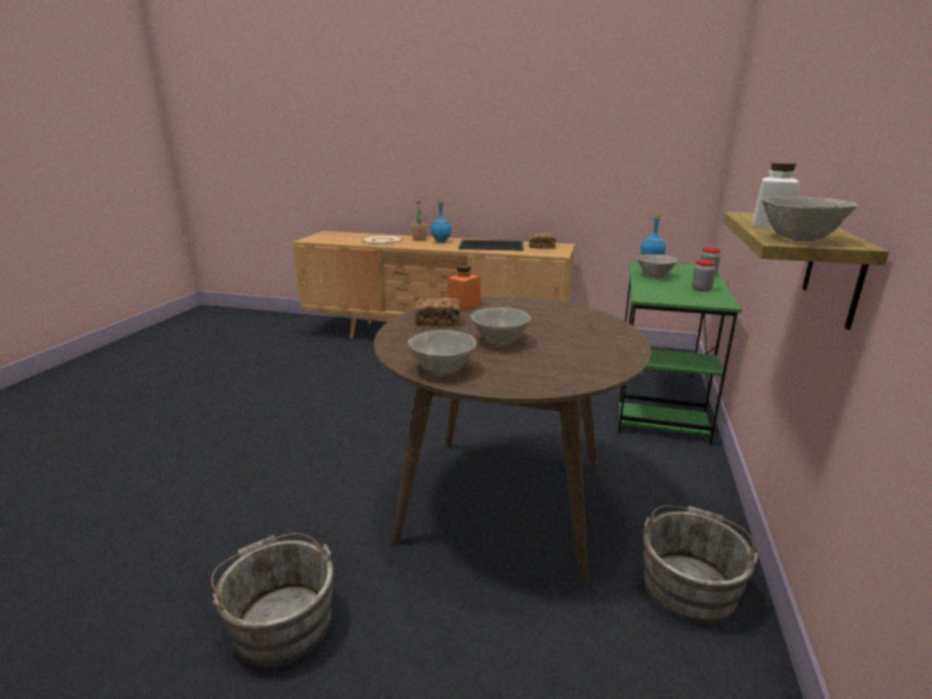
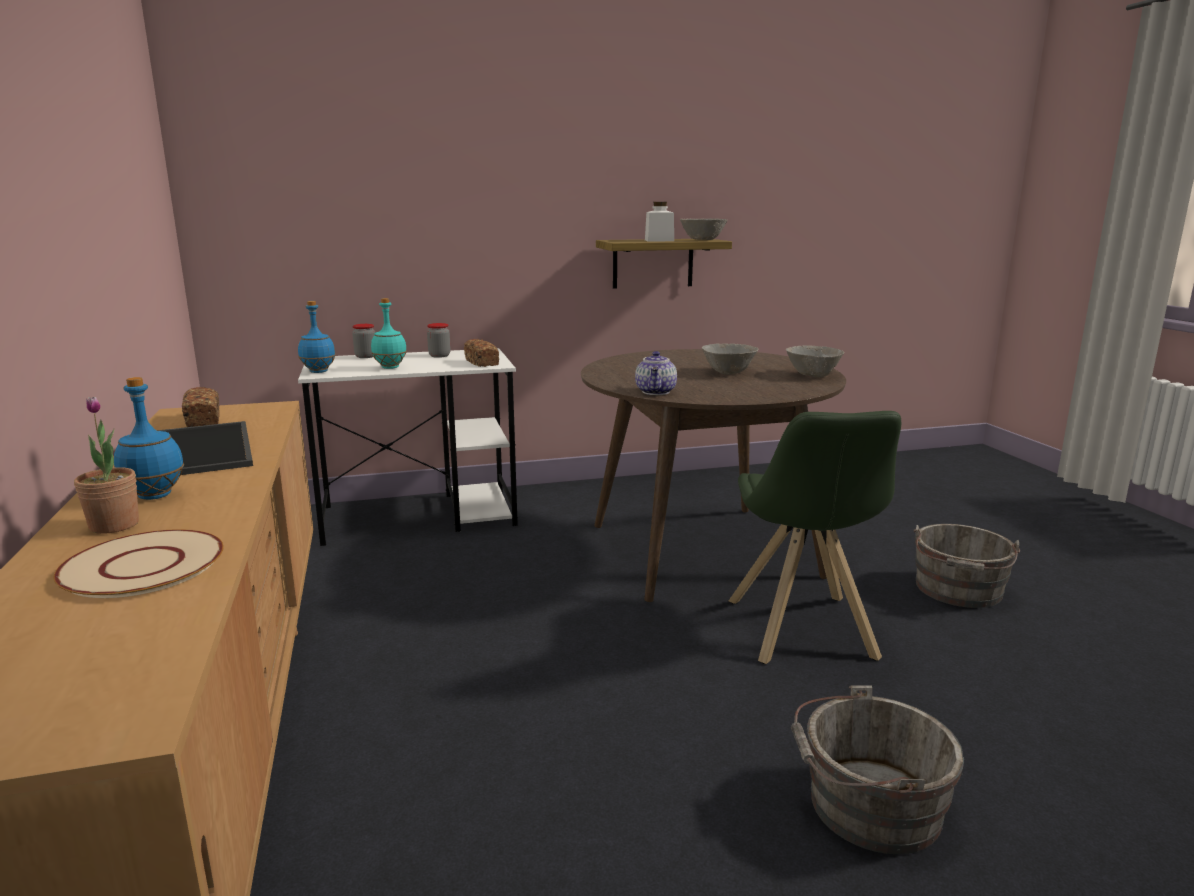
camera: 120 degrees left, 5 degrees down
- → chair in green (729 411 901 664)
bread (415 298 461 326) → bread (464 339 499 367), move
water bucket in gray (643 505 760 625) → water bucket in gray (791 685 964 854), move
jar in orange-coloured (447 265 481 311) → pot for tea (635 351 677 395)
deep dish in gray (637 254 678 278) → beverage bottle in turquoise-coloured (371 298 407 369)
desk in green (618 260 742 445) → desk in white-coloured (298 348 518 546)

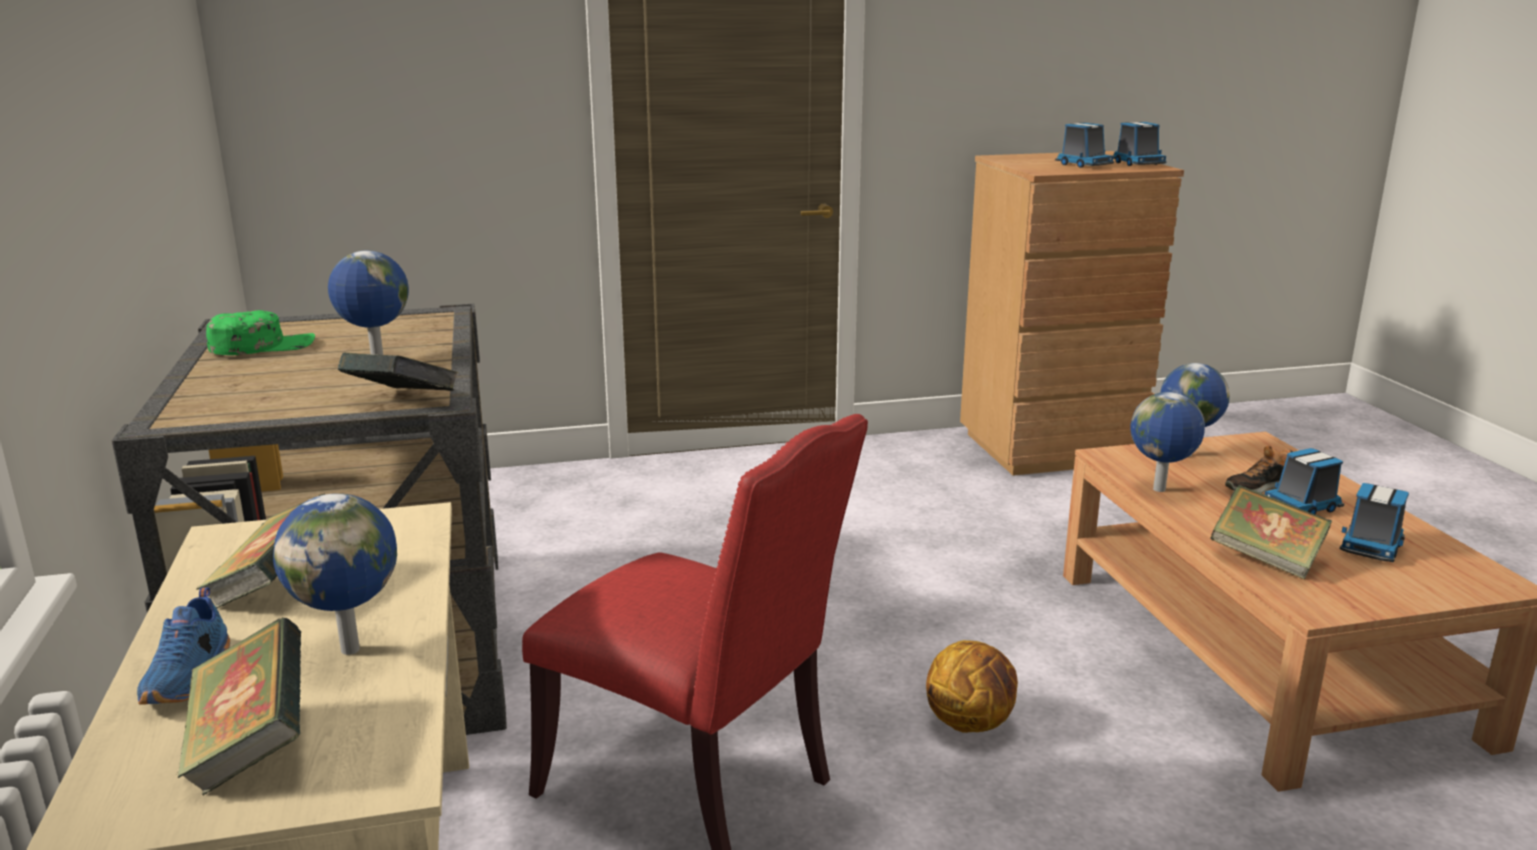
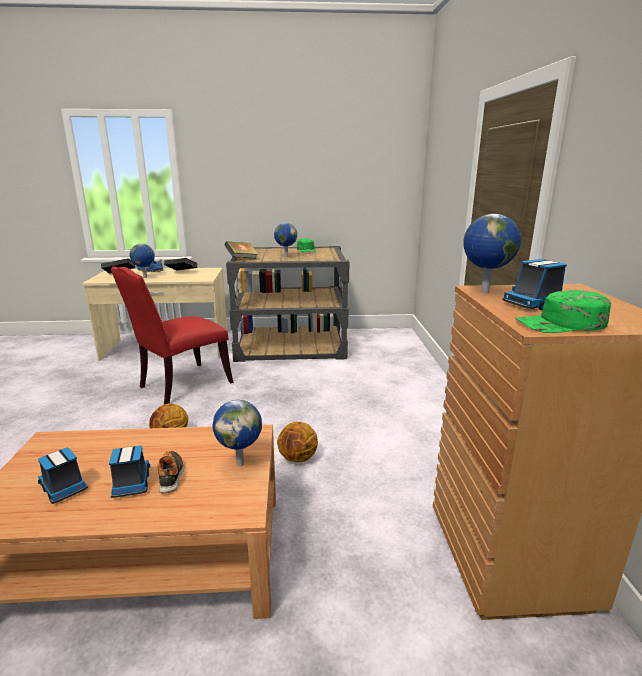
camera: 100 degrees right, 0 degrees up
volume (1210 485 1332 580) → -
- → basketball ball (277 422 318 462)
world globe (1130 392 1205 492) → world globe (463 214 521 293), move
model truck (1113 122 1166 166) → cap in green (515 290 611 333)

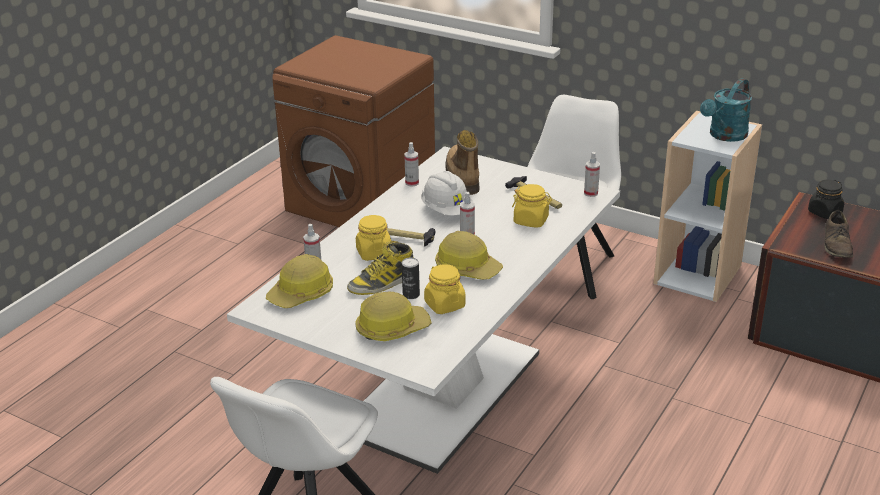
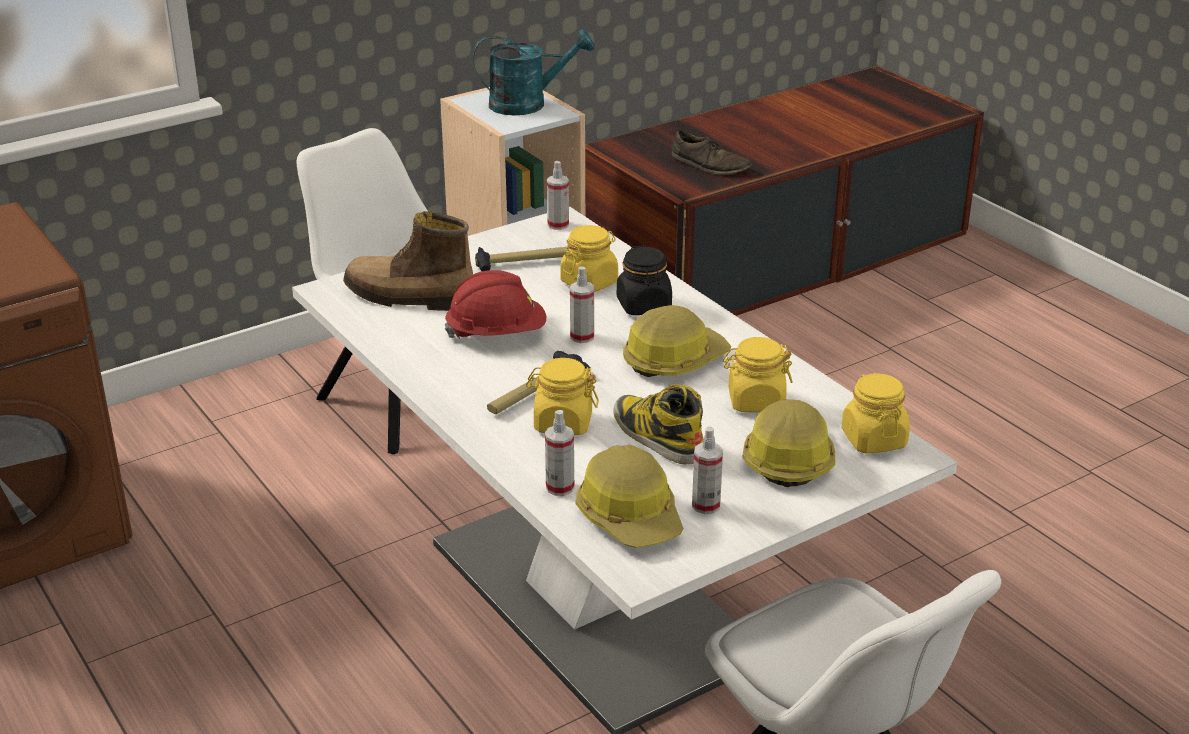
camera: 65 degrees left, 0 degrees up
sealed can (402 257 420 299) → -
- → jar in yellow-coloured (842 373 910 453)
sprayer (404 142 419 186) → sprayer (692 426 723 514), move
jar in black (808 180 844 219) → jar in black (617 245 672 315), move
work helmet in white-coloured (421 171 473 216) → work helmet in reddish (445 270 546 339)
high-top boot (347 241 414 295) → high-top boot (613 384 703 464), 150 degrees clockwise
watering can in turquoise-coloured (700 78 752 142) → watering can in turquoise-coloured (473 29 594 115), 75 degrees counterclockwise

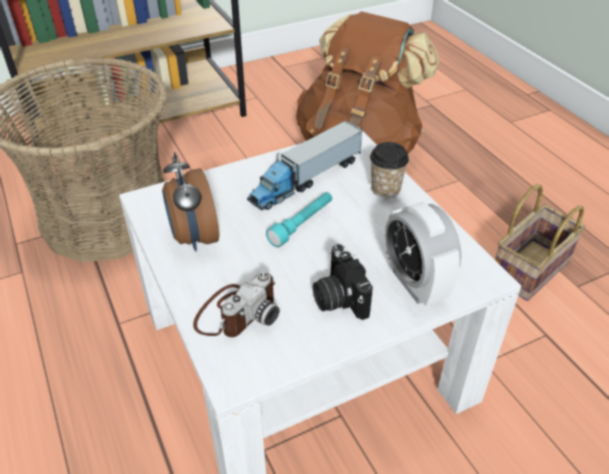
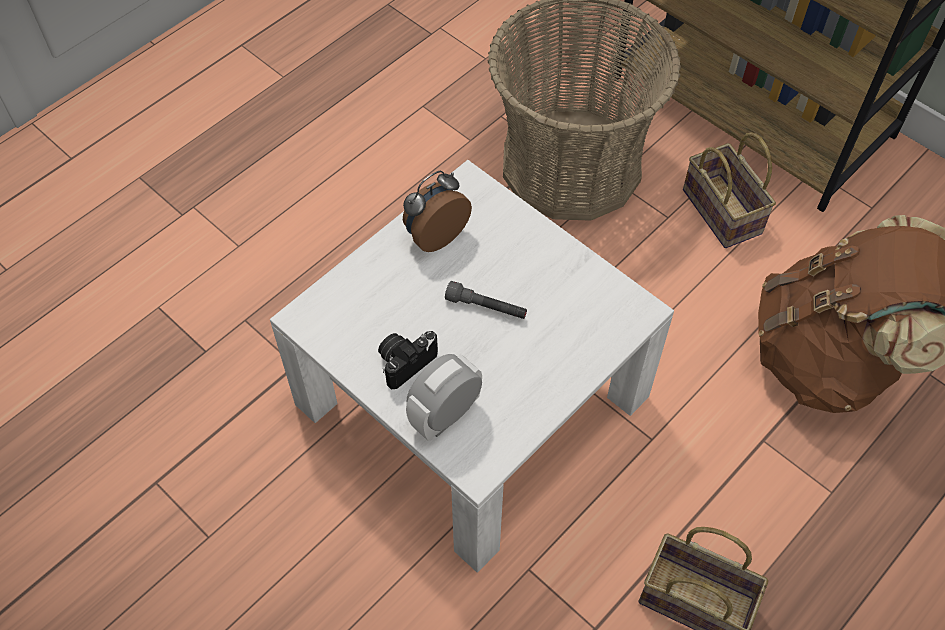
camera: 70 degrees right, 15 degrees up
still camera (193 272 279 337) → -
model truck (247 120 363 211) → -
drinking cup (370 142 409 199) → -
- → household basket (683 133 776 248)
torch in turquoise-coloured (266 192 332 247) → torch in gray (445 281 527 319)

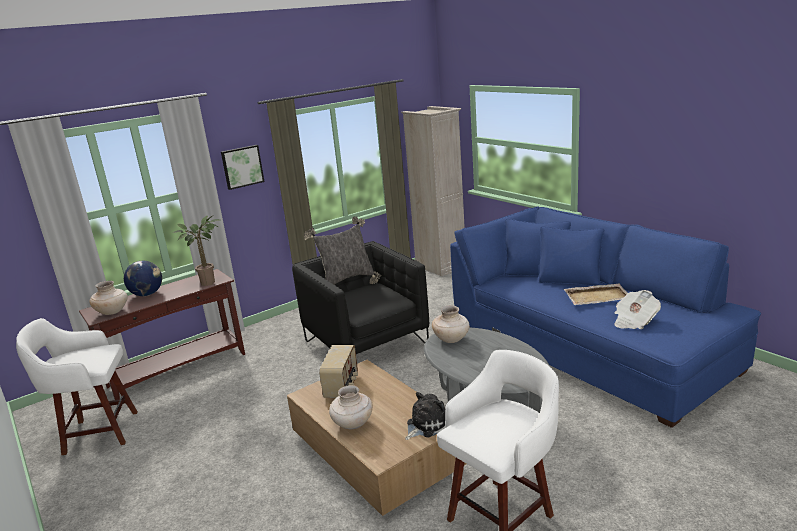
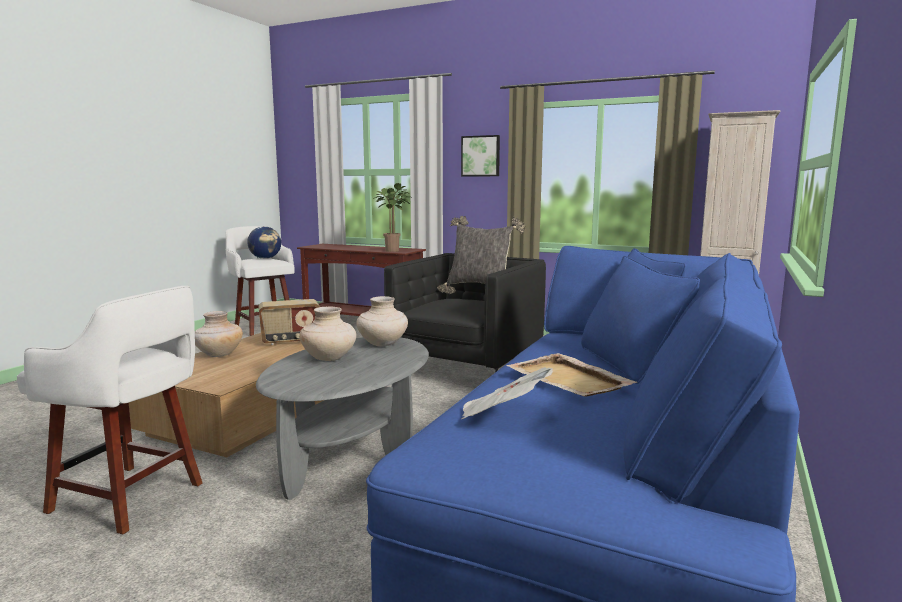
camera: 60 degrees right, 10 degrees down
cuddly toy (405 392 445 440) → -
decorative vase in beige (89 281 127 315) → decorative vase in beige (299 307 356 361), move
world globe (124 261 162 296) → world globe (247 226 281 259), move

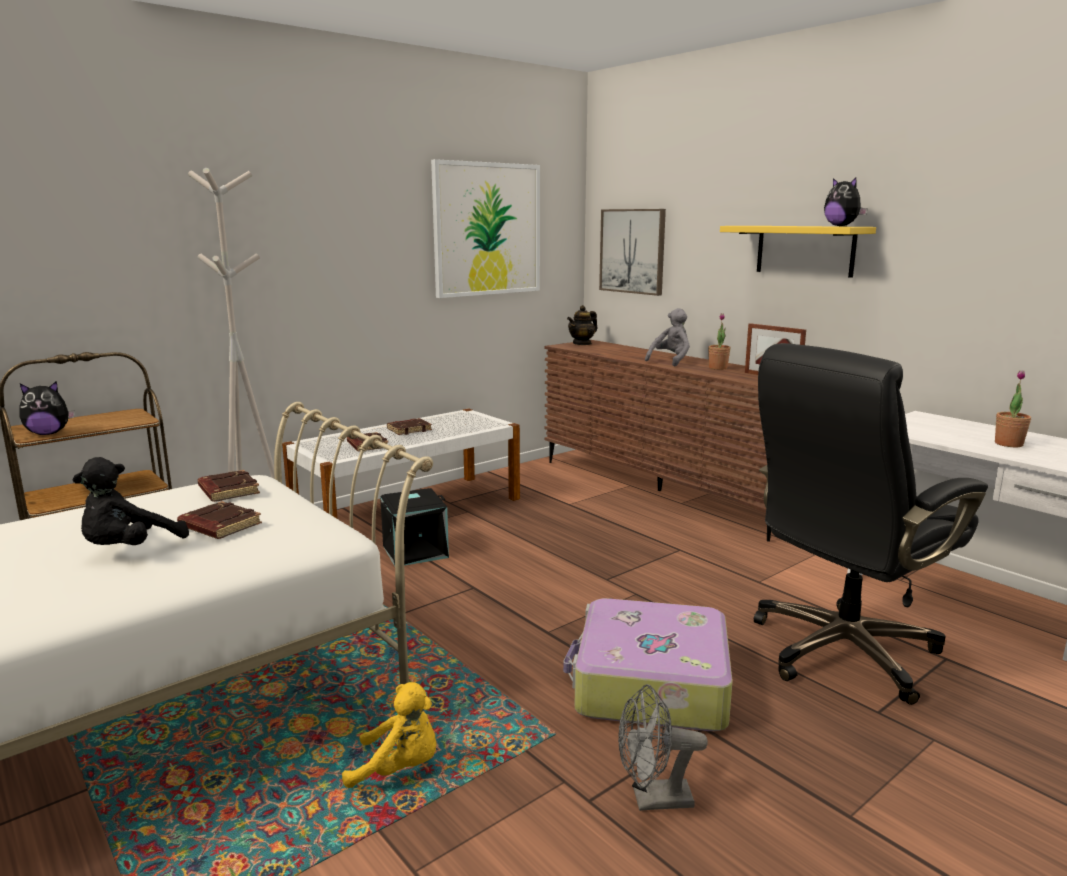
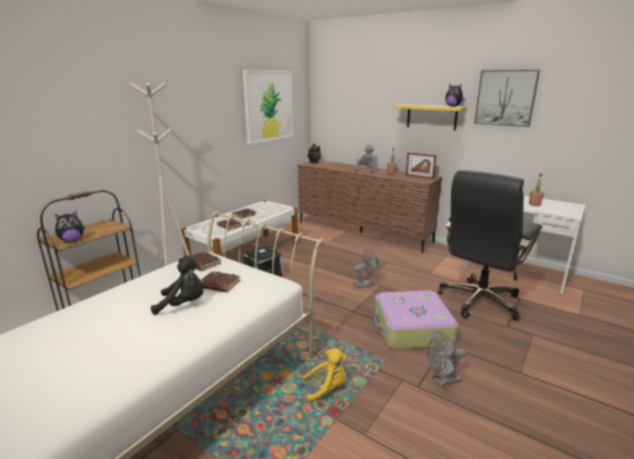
camera: 15 degrees left, 5 degrees up
- → cooling fan in gray (353 250 380 288)
picture (599 209 666 296) → picture (474 70 540 127), move
cuddly toy in black (73 457 189 545) → cuddly toy in black (151 256 203 315), 105 degrees counterclockwise

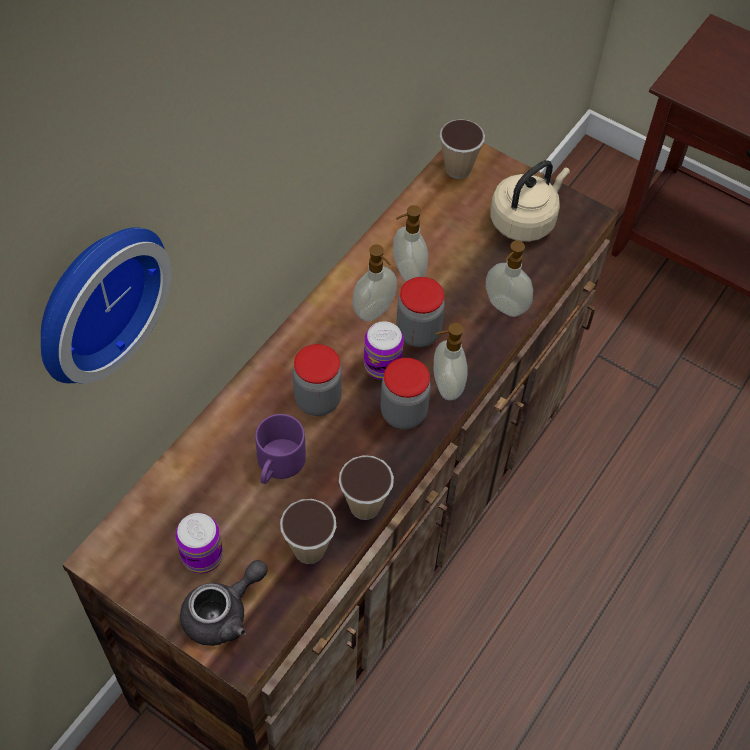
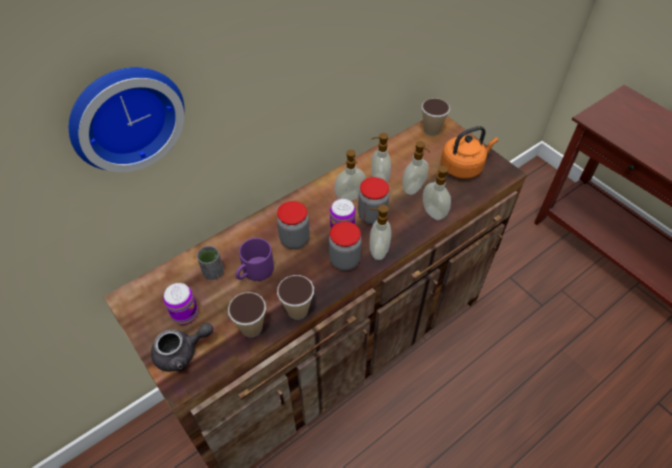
camera: 20 degrees right, 5 degrees down
- → drinking cup in gray (197 246 224 280)
- → soap bottle (402 141 431 195)
kettle in beige (490 160 570 242) → kettle in orange-coloured (441 126 498 179)

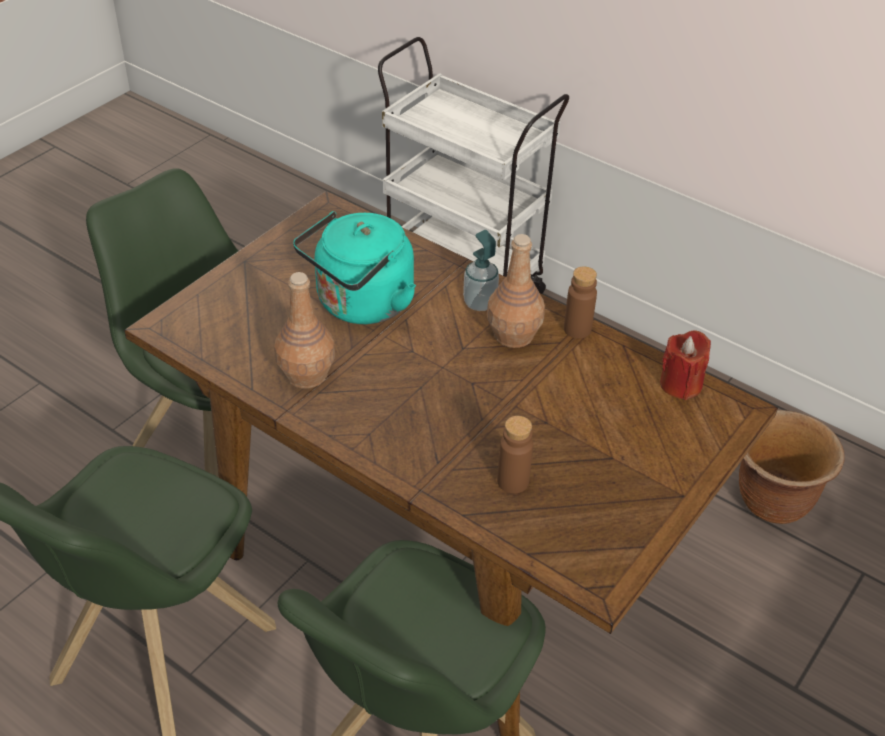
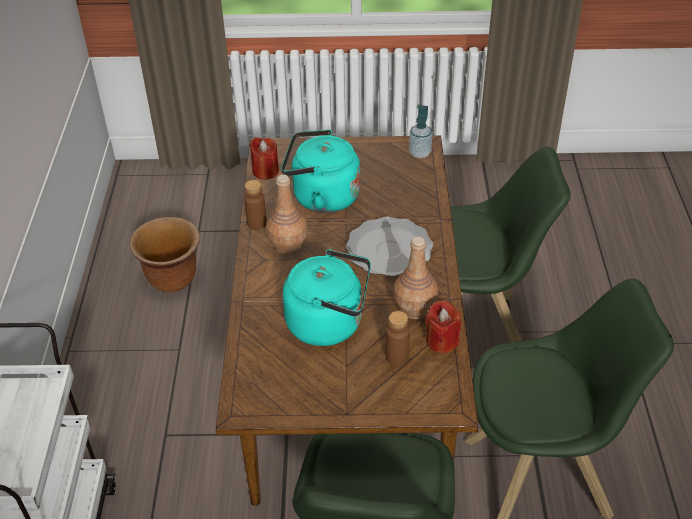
camera: 125 degrees left, 0 degrees up
- → kettle in turquoise-coloured (281 129 360 213)
- → dinner plate (346 217 433 277)
- → wax candle in reddish (425 300 461 353)
soap bottle (463 230 499 311) → soap bottle (409 105 432 158), move
beverage bottle in brown (497 416 533 493) → beverage bottle in brown (386 311 410 366), move

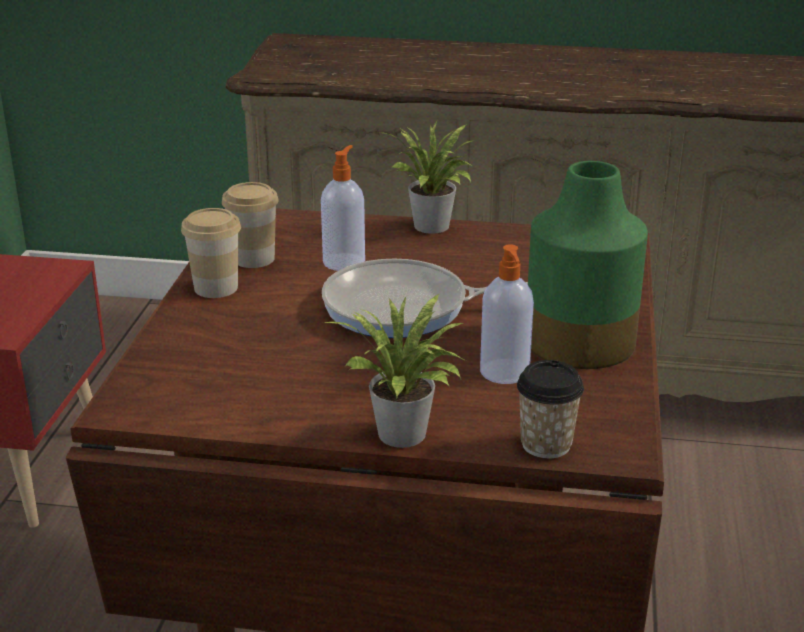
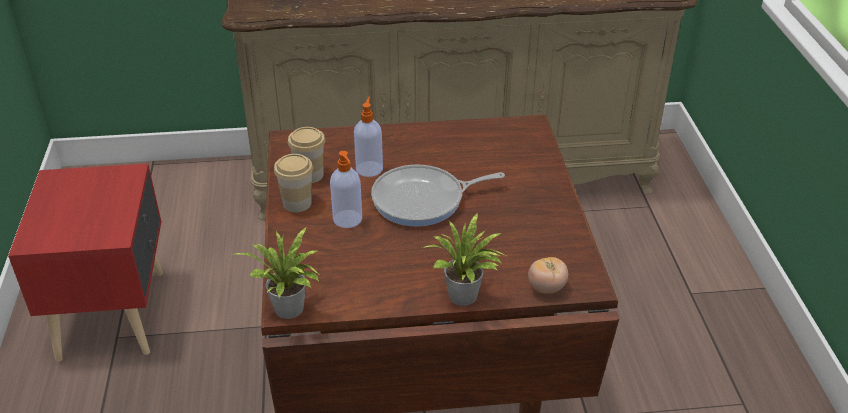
camera: 15 degrees left, 10 degrees up
decorative vase in green (528 161 648 369) → -
plant in a pot (376 121 474 234) → plant in a pot (233 227 319 319), move
soap bottle (480 244 534 384) → soap bottle (330 151 362 228), move
drinking cup (517 360 584 459) → whole tomato (528 257 568 294)

